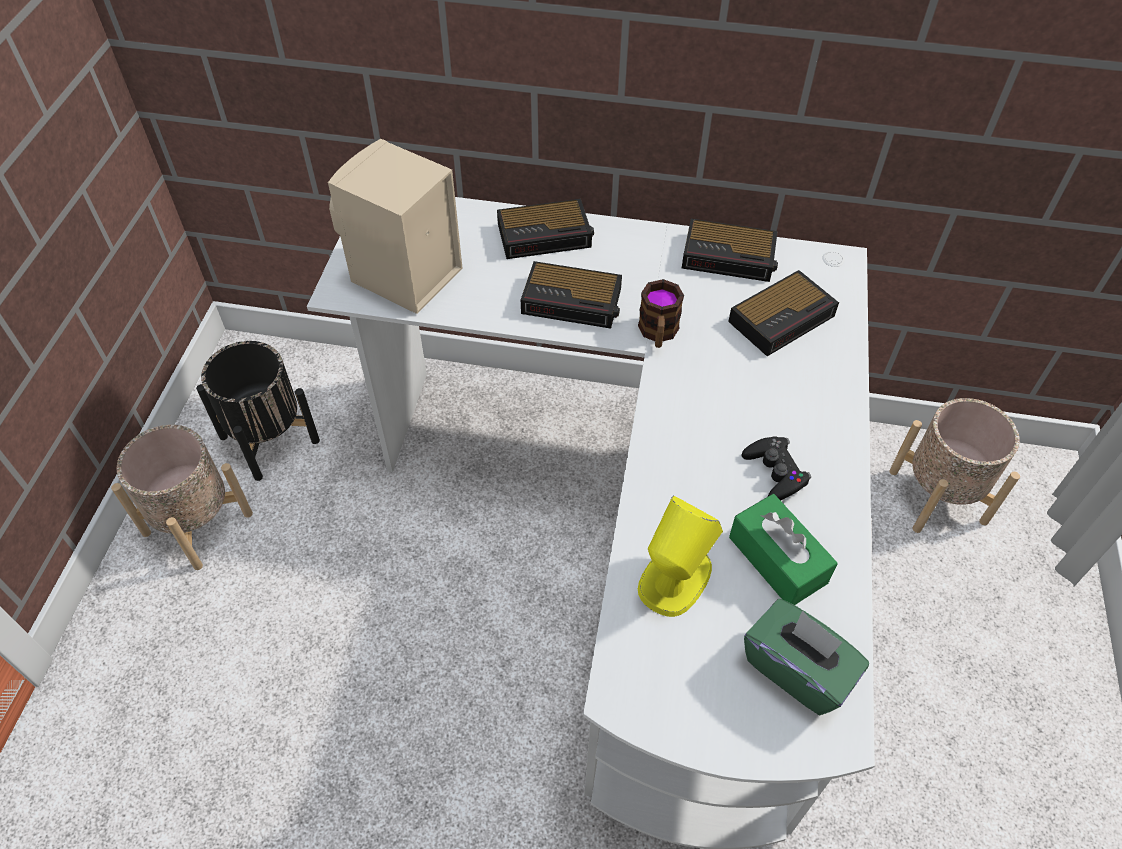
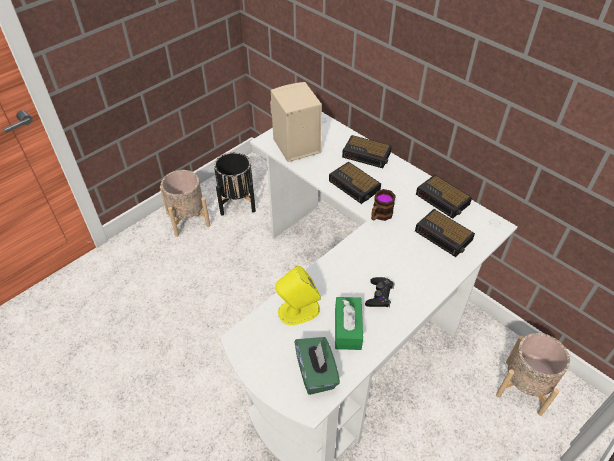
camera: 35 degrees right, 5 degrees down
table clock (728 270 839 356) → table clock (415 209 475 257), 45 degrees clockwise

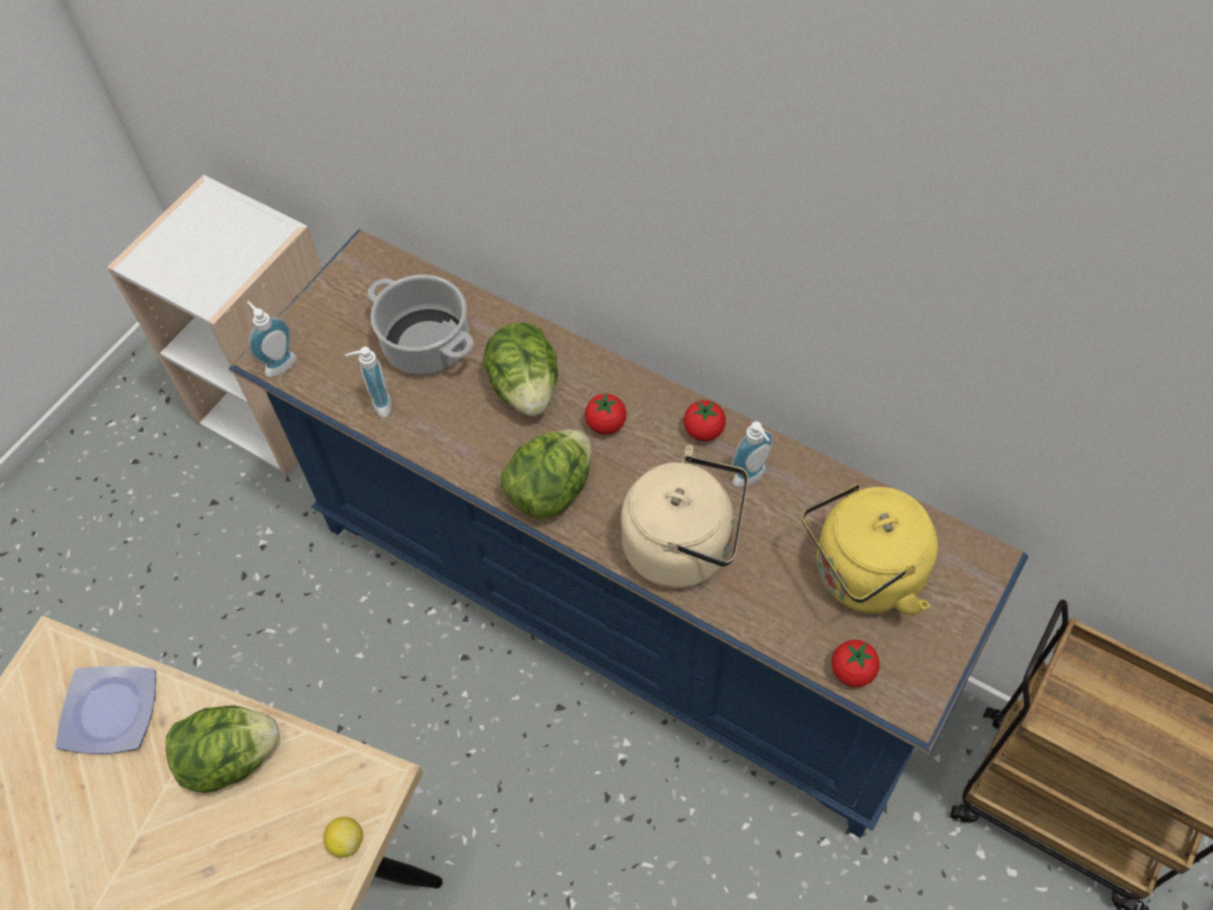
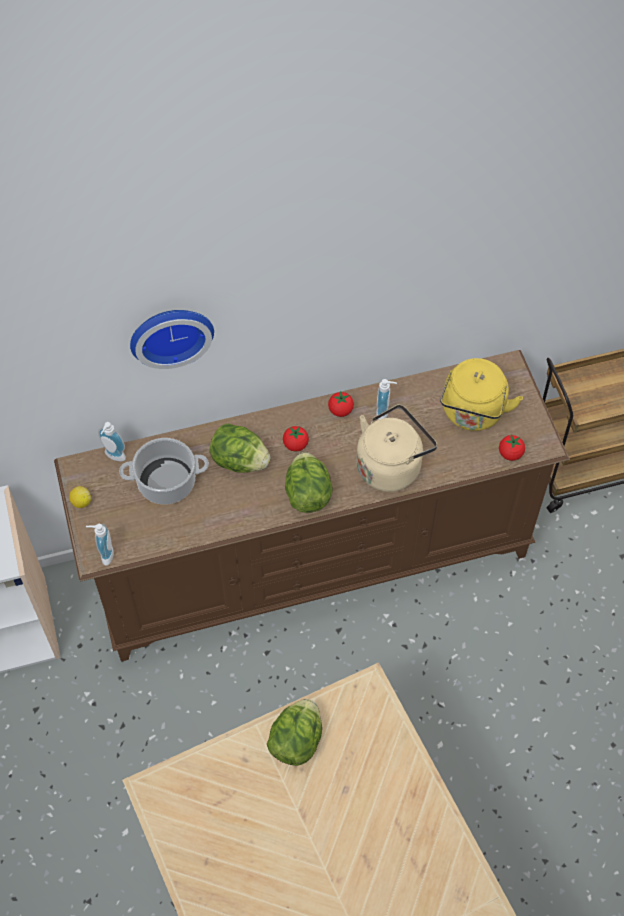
camera: 50 degrees left, 0 degrees up
dinner plate (55 666 156 754) → -
- → hanging clock (130 310 214 369)
lemon (324 817 363 858) → lemon (69 486 91 508), move
soap bottle (345 347 392 418) → soap bottle (98 422 126 461), move
cabinet in blue (228 229 1028 838) → cabinet in brown (54 350 570 662)

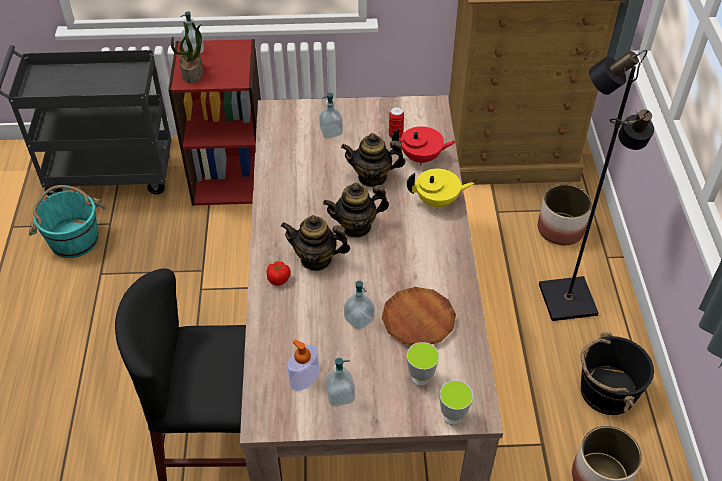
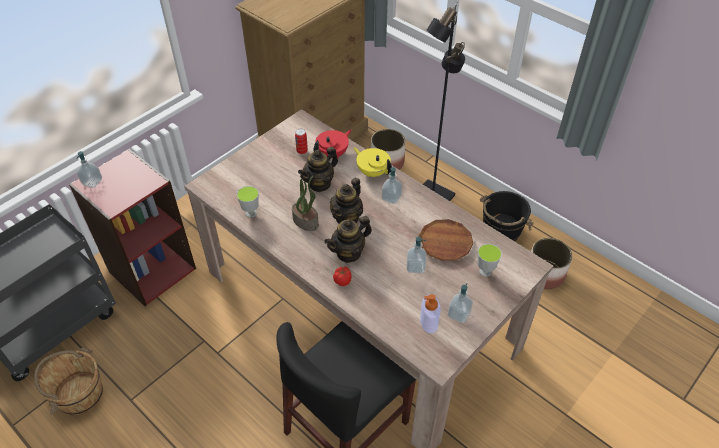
camera: 45 degrees left, 0 degrees up
plant in a pot (171 22 203 83) → plant in a pot (292 176 319 231), move
soap bottle (319 93 343 138) → soap bottle (382 167 402 204), move
drinking cup (439 380 473 425) → drinking cup (237 186 259 218), move
water bucket in turquoise-coloured (29 185 106 258) → water bucket in brown (34 347 103 416)
pot for tea in yellow-coloured (407 169 474 210) → pot for tea in yellow-coloured (354 147 392 177), 90 degrees counterclockwise

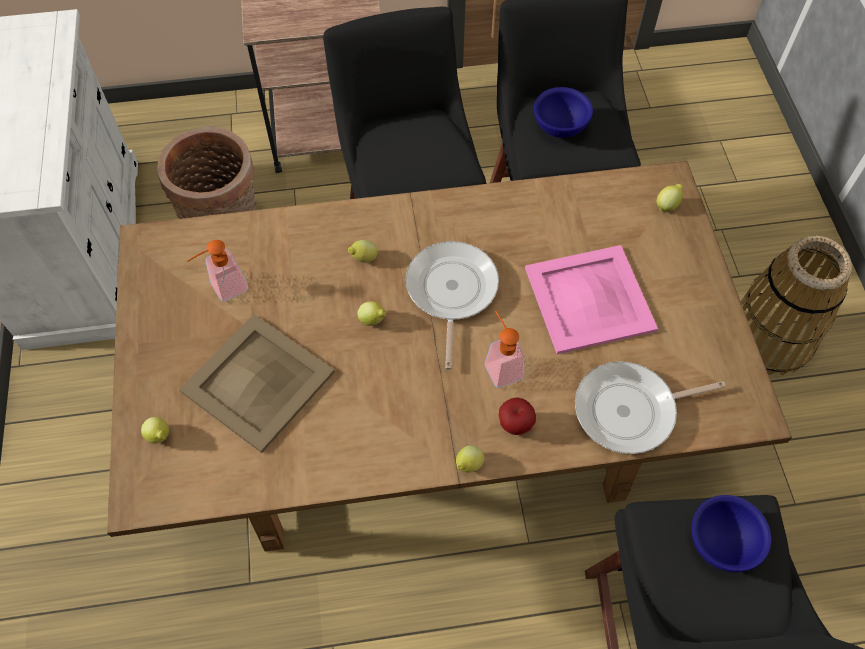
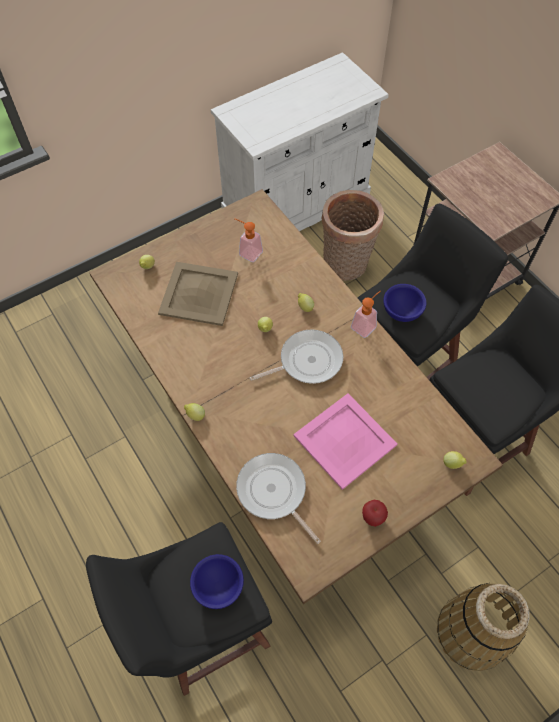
camera: 65 degrees right, 0 degrees up
soap bottle (485 311 524 388) → soap bottle (351 290 381 338), move
apple (499 397 536 435) → apple (362 500 388 527), move
deep dish in blue (534 87 593 138) → deep dish in blue (383 284 426 322), move

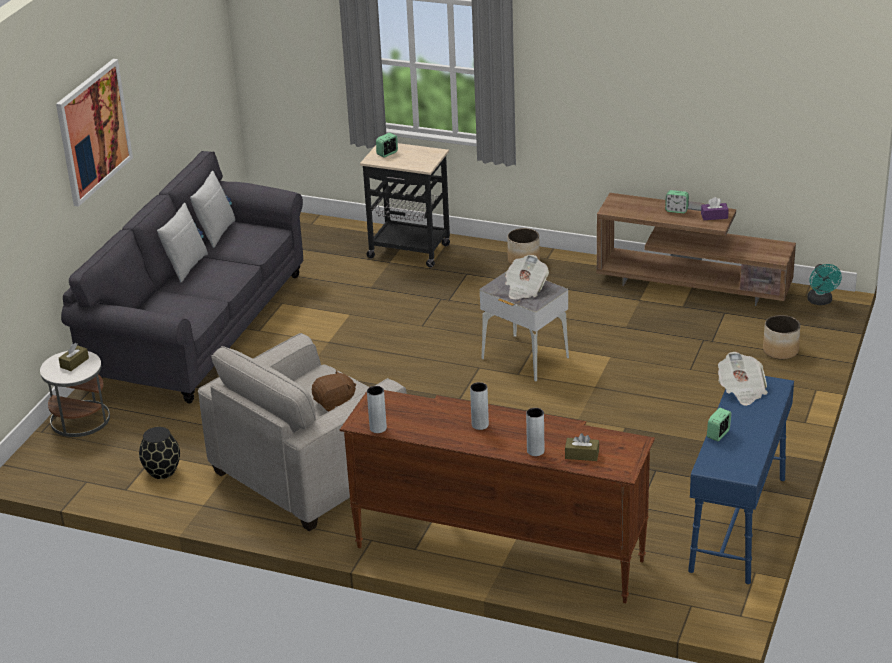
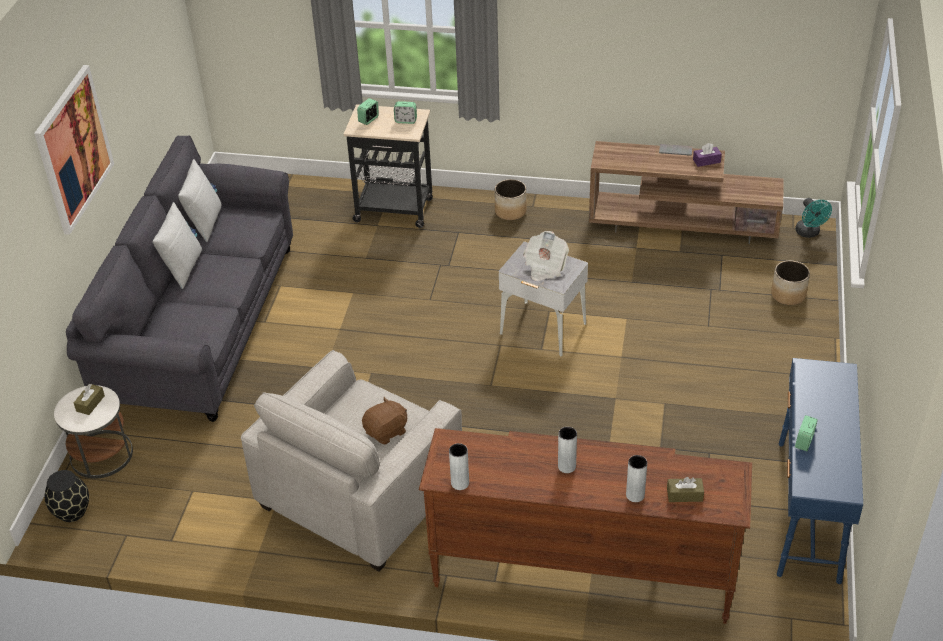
camera: 10 degrees left, 10 degrees up
daily paper (718 352 768 406) → -
decorative vase in black (139 427 180 479) → decorative vase in black (45 470 89 522), move
table clock (665 190 689 213) → table clock (394 101 417 124), move

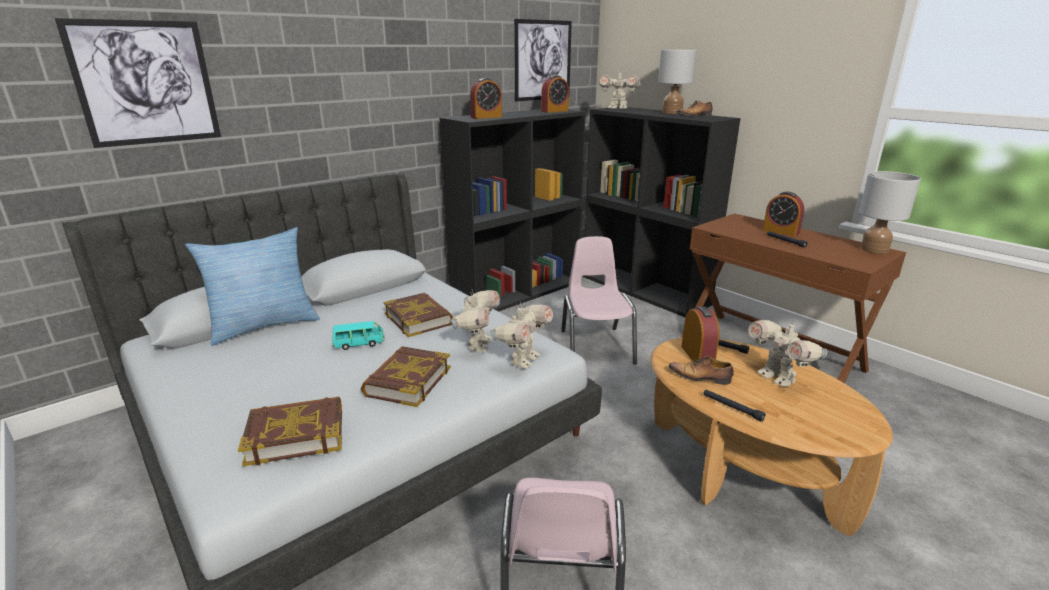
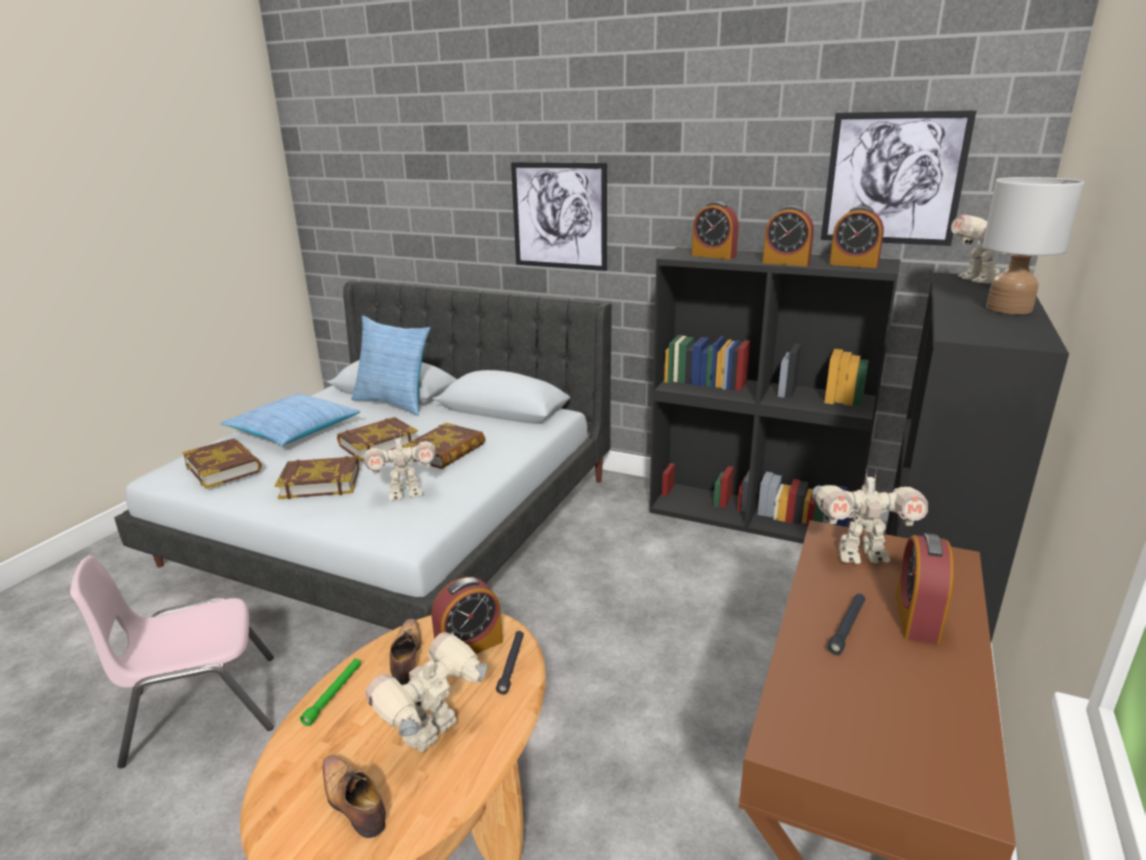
camera: 65 degrees right, 0 degrees up
chair in pink (561 236 637 364) → -
tabletop lamp in gray (859 171 921 254) → -
- → throw pillow (220 393 360 446)
- → table clock (762 206 814 266)
picture (55 18 221 148) → picture (511 162 607 271), move
robot figure (490 303 553 369) → robot figure (812 469 928 564), move
shoe (676 100 712 116) → shoe (323 755 386 838), move
model car in turquoise-coloured (332 321 385 350) → volume (337 417 418 461)
torch in black (703 389 766 422) → torch in green (300 659 361 726)

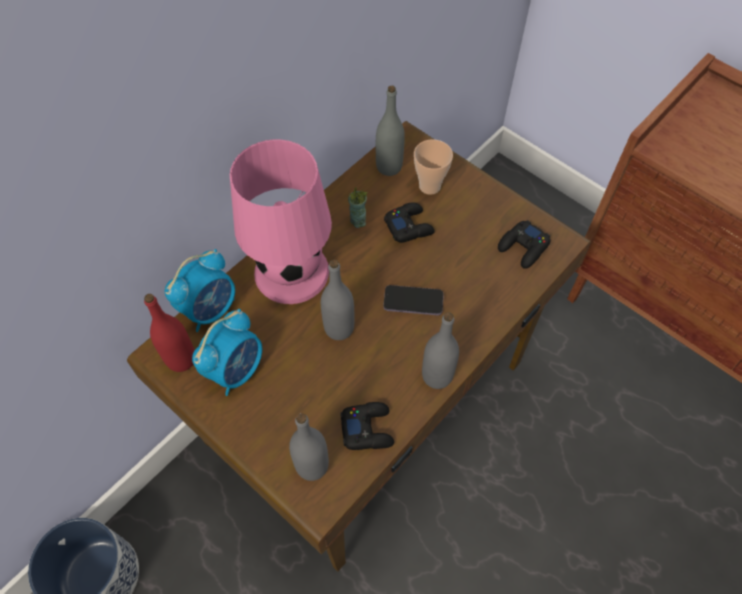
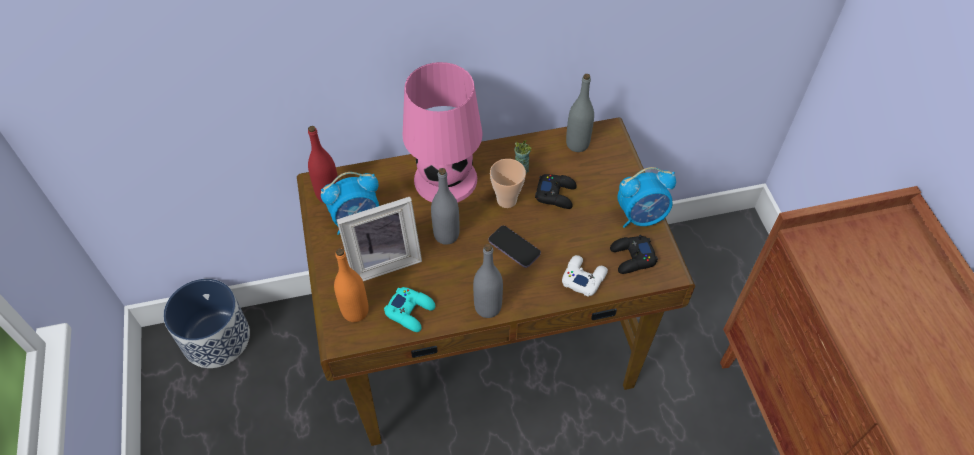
camera: 35 degrees right, 5 degrees down
- → picture frame (337 197 422 281)
- → game controller in white-coloured (562 255 608 297)
table clock (165 249 235 332) → table clock (617 167 676 228), move
drinking cup (414 140 453 195) → drinking cup (490 159 526 208), move
beverage bottle in gray (289 413 329 481) → beverage bottle in orange-coloured (334 248 369 322)
game controller in black (340 402 394 450) → game controller in turquoise-coloured (384 287 435 332)

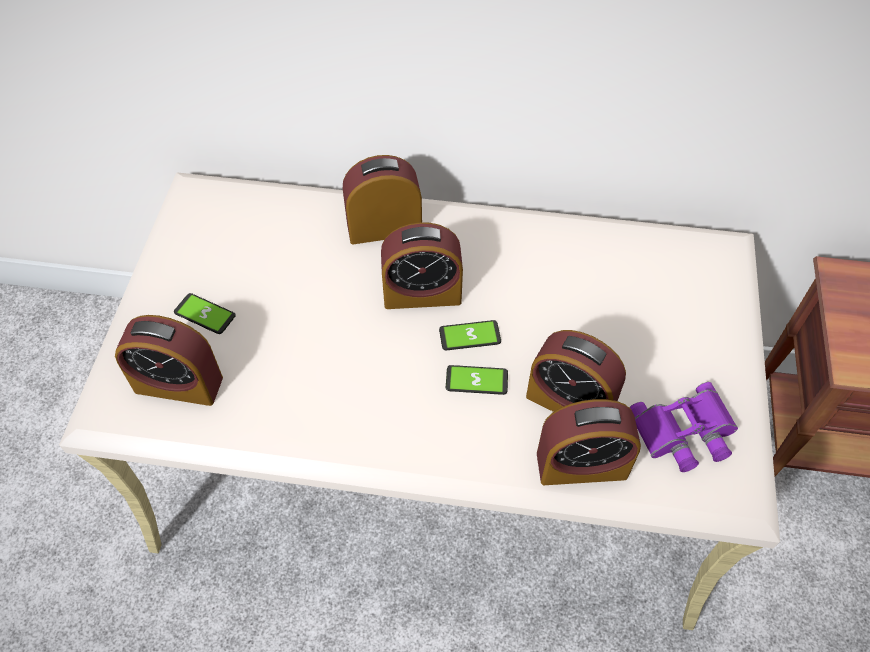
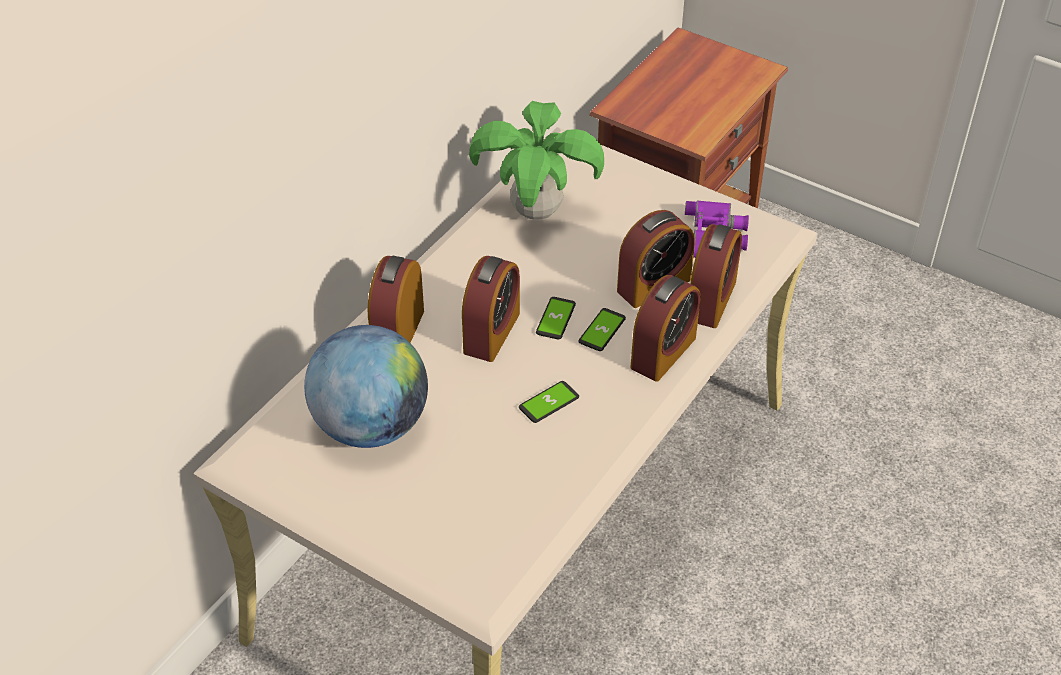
camera: 65 degrees left, 10 degrees down
- → world globe (304 325 428 448)
- → plant in a pot (469 101 604 220)
table clock (115 315 223 406) → table clock (630 275 701 382), move
phone (174 293 236 334) → phone (519 381 579 423), move

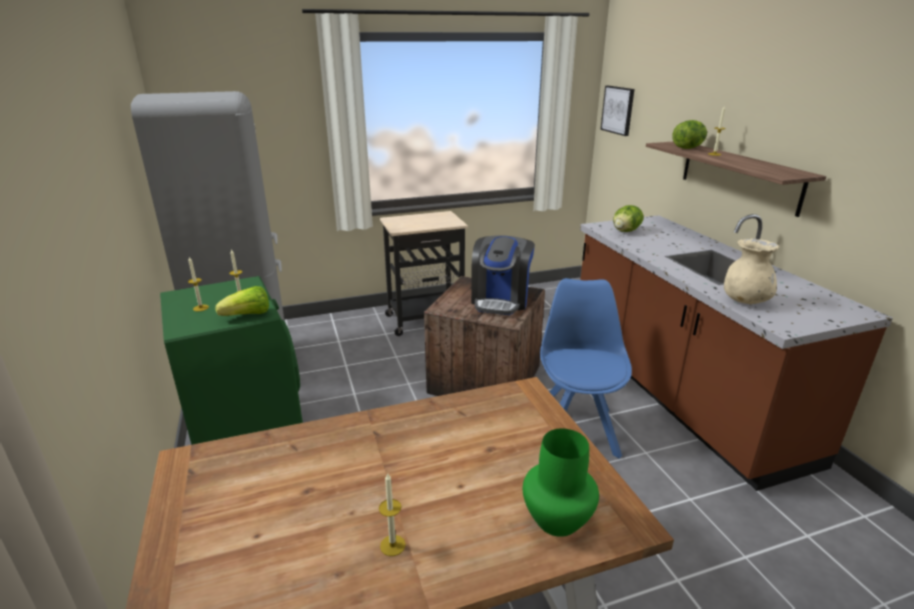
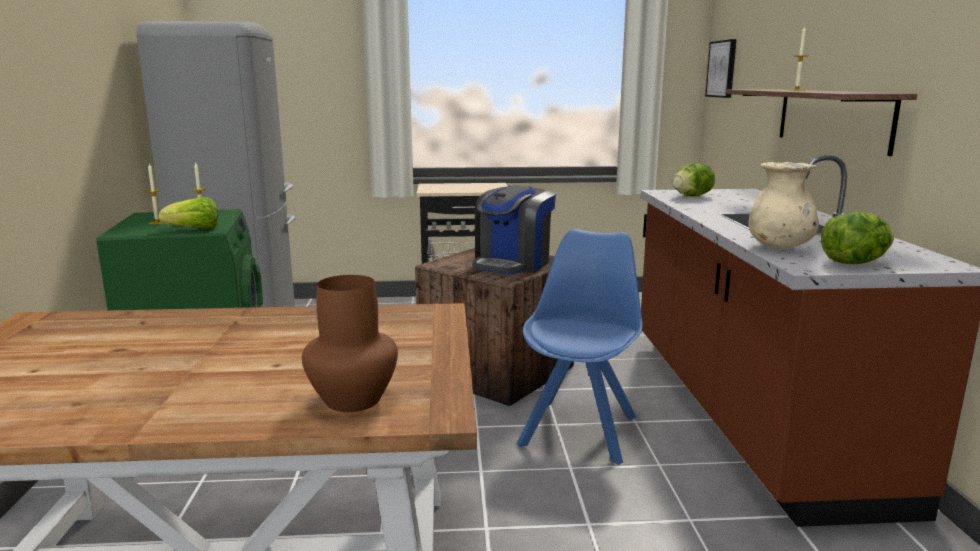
camera: 15 degrees right, 10 degrees down
wax candle (379 473 406 556) → -
lettuce head (673 120 707 149) → lettuce head (821 212 894 264), move
decorative vase in green (523 429 599 537) → decorative vase in brown (302 275 398 412)

